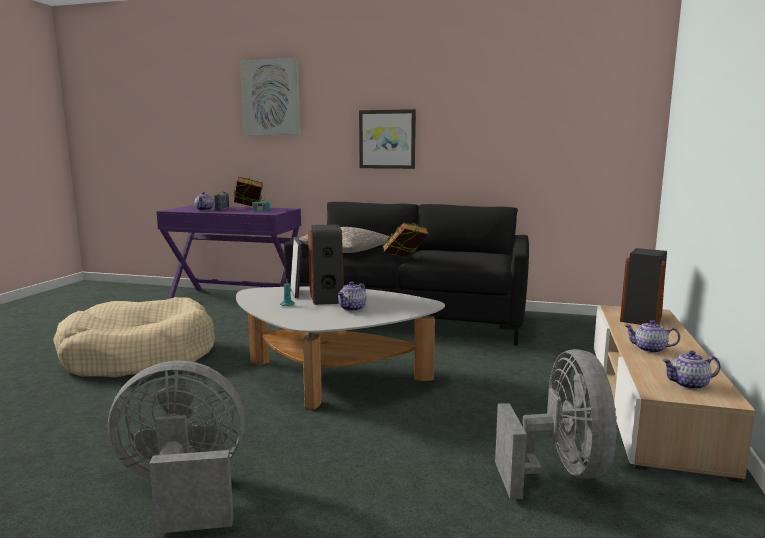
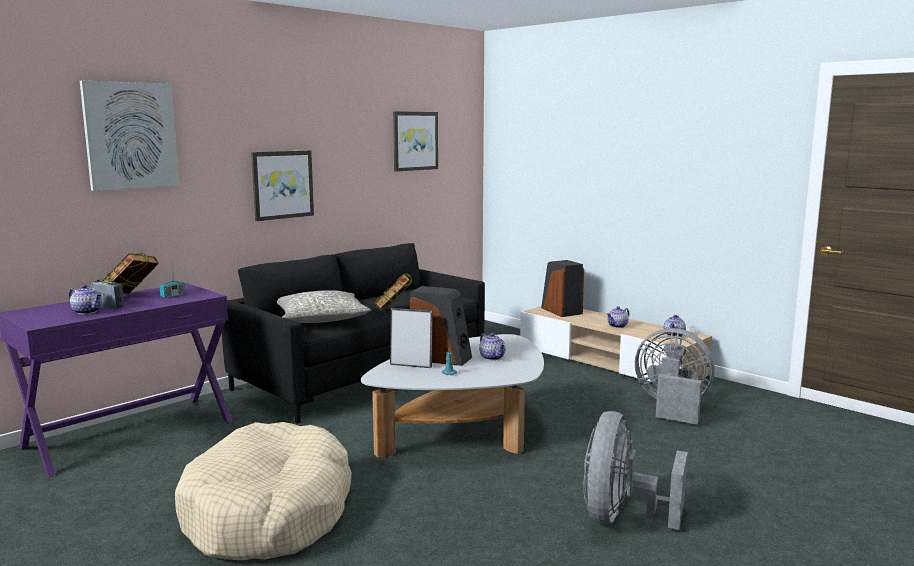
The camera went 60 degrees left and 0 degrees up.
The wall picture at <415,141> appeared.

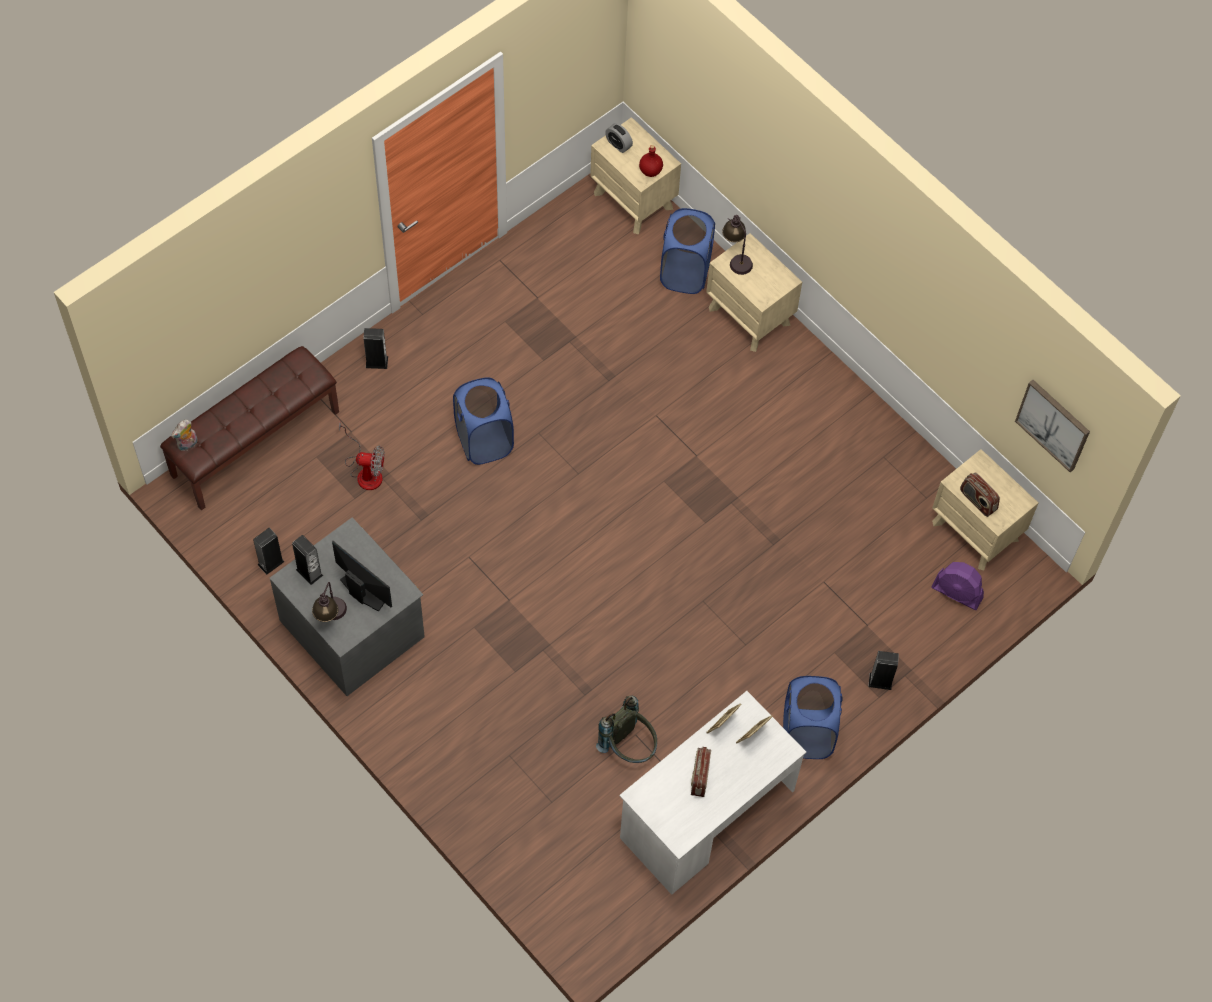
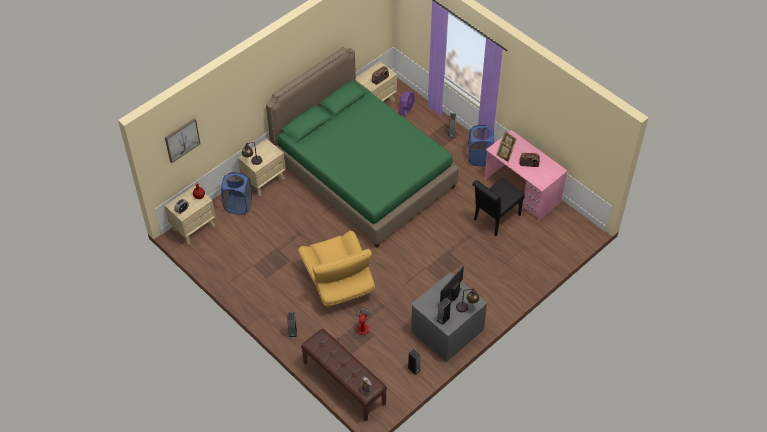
The camera went 90 degrees left and 10 degrees down.
The bluish washing basket at <484,441> was replaced by the yellow lounge chair at <338,282>.
The grey backpack at <629,747> was replaced by the black chair at <494,219>.
The white desk at <707,814> became the pinkish desk at <522,191>.
The wall picture moved from <1053,424> to <182,140>.
The green bed at <363,174> appeared.

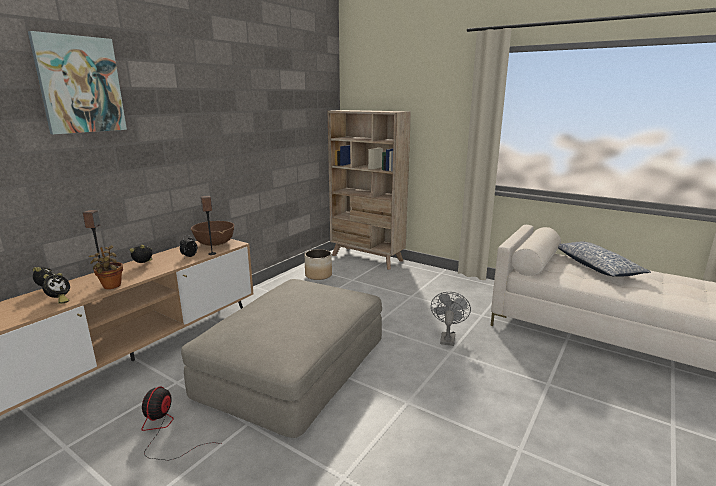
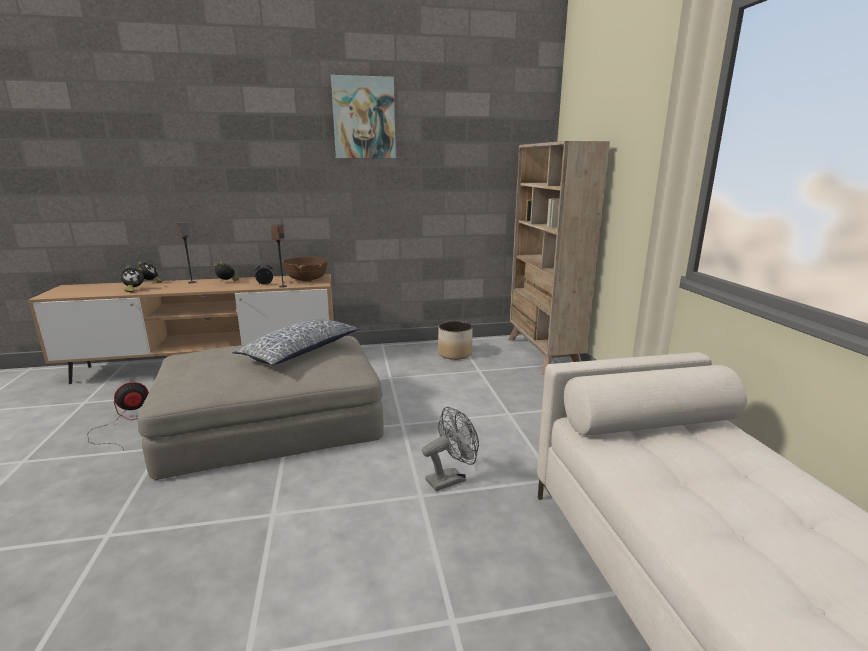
The camera went 45 degrees right and 0 degrees up.
The wall picture moved from <80,85> to <364,118>.
The potted plant at <111,286> disappeared.
The cushion moved from <596,267> to <301,352>.

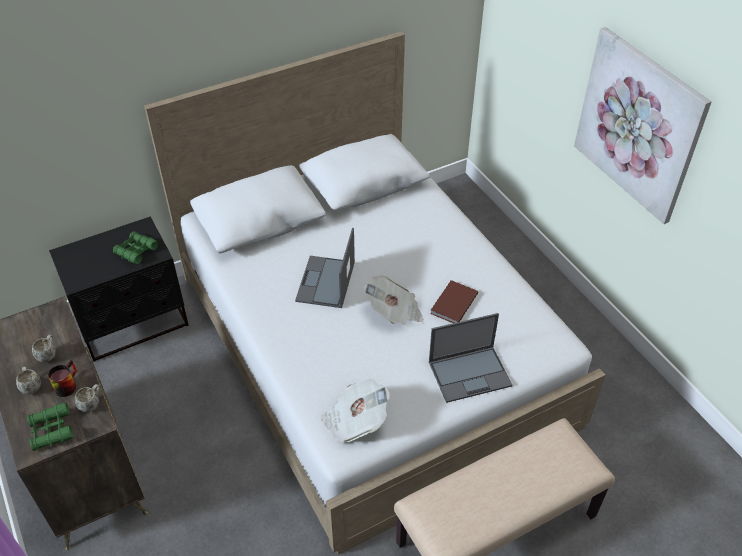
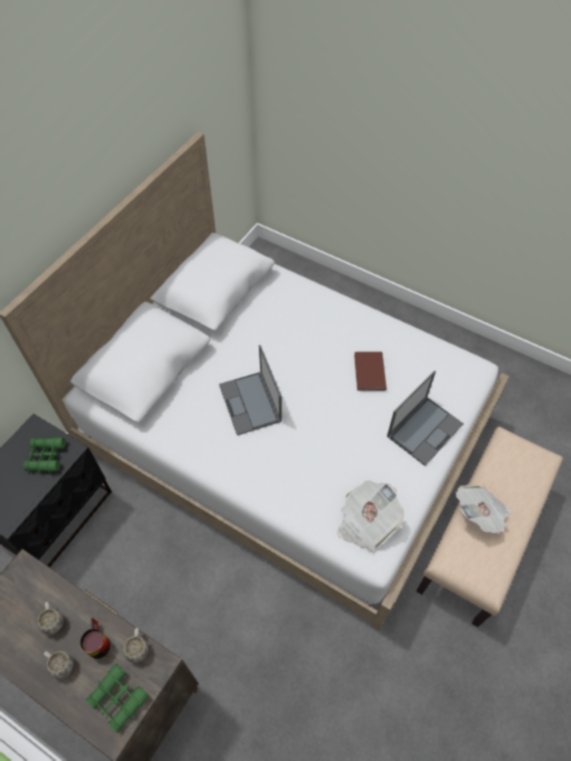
The camera went 30 degrees left and 10 degrees up.
The daily paper moved from <394,312> to <480,514>.
The wall picture at <638,125> disappeared.

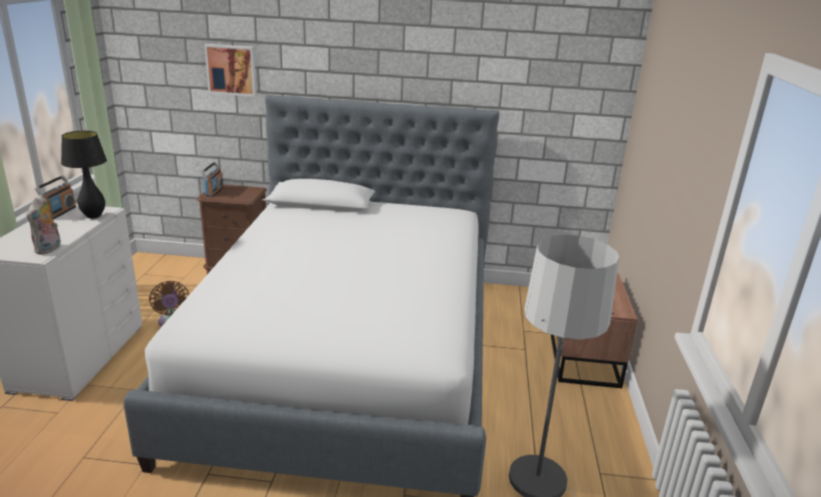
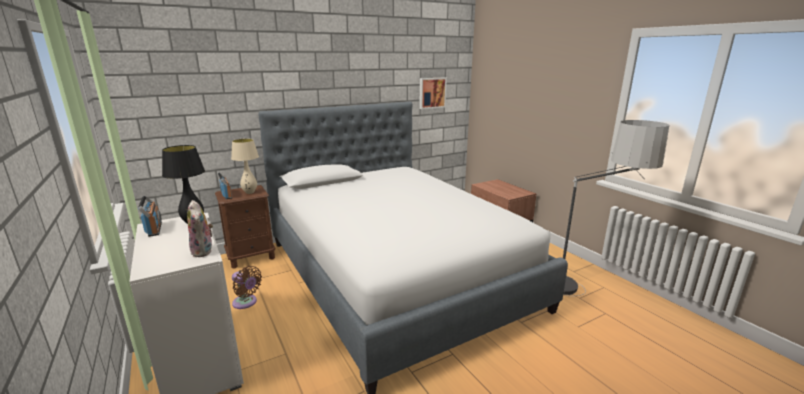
The camera went 35 degrees left and 5 degrees down.
The wall picture moved from <232,69> to <432,93>.
The beige lamp for a table at <250,192> appeared.

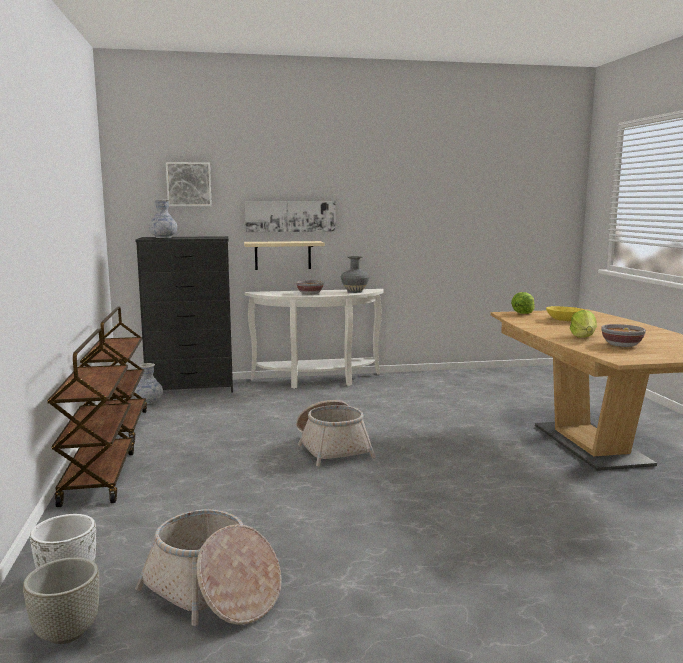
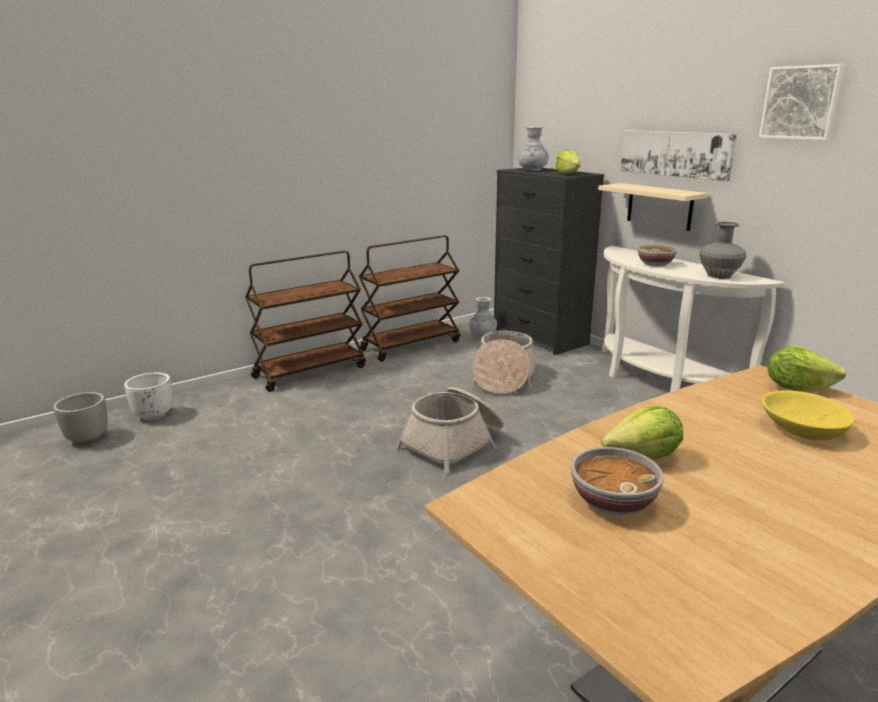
The camera went 65 degrees right and 10 degrees up.
The storage basket moved from <213,592> to <503,378>.
The wall picture moved from <189,184> to <801,102>.
The lettuce head at <568,173> appeared.

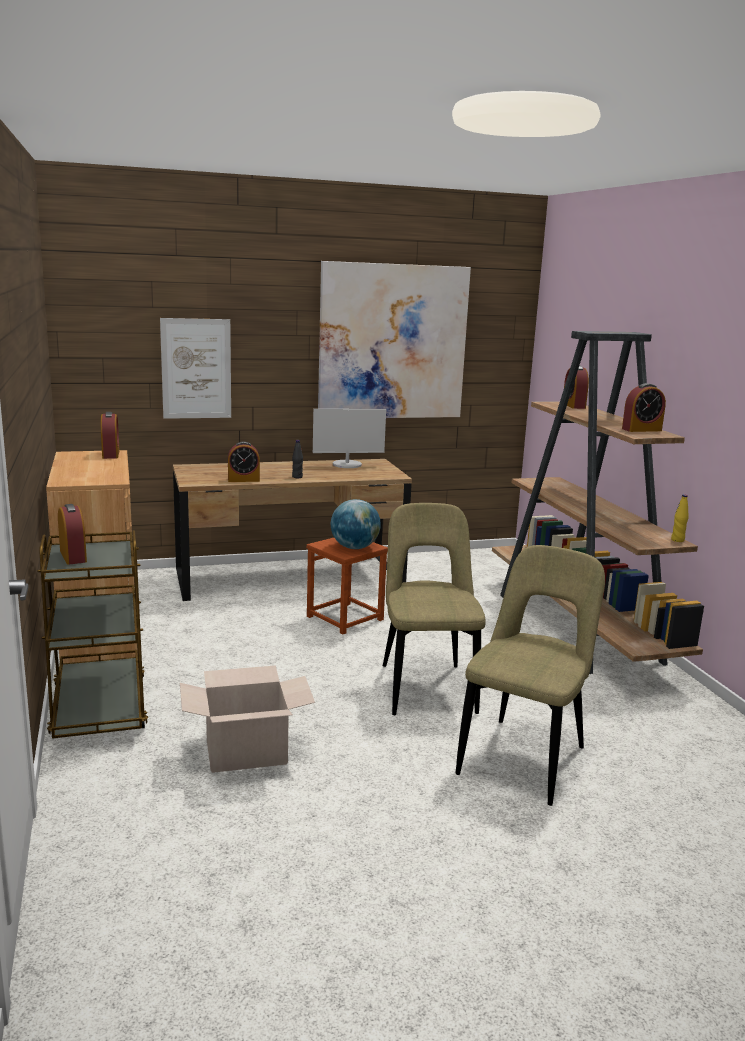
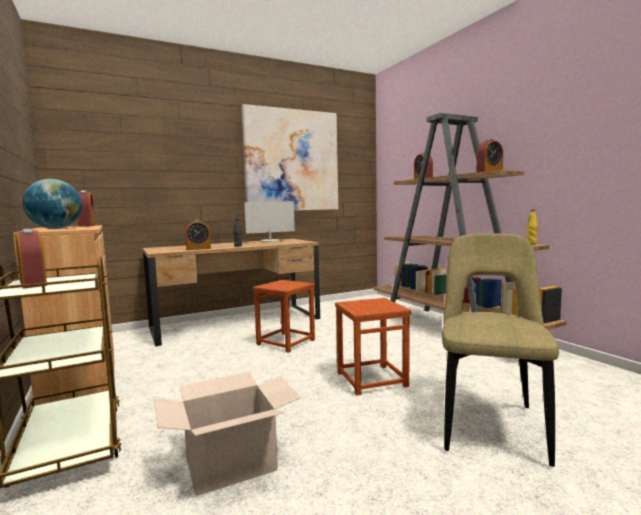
The camera went 10 degrees left and 10 degrees down.
The wall picture at <196,369> disappeared.
The globe moved from <354,547> to <56,229>.
The beige chair at <426,686> was replaced by the brown-coloured stool seat at <371,379>.

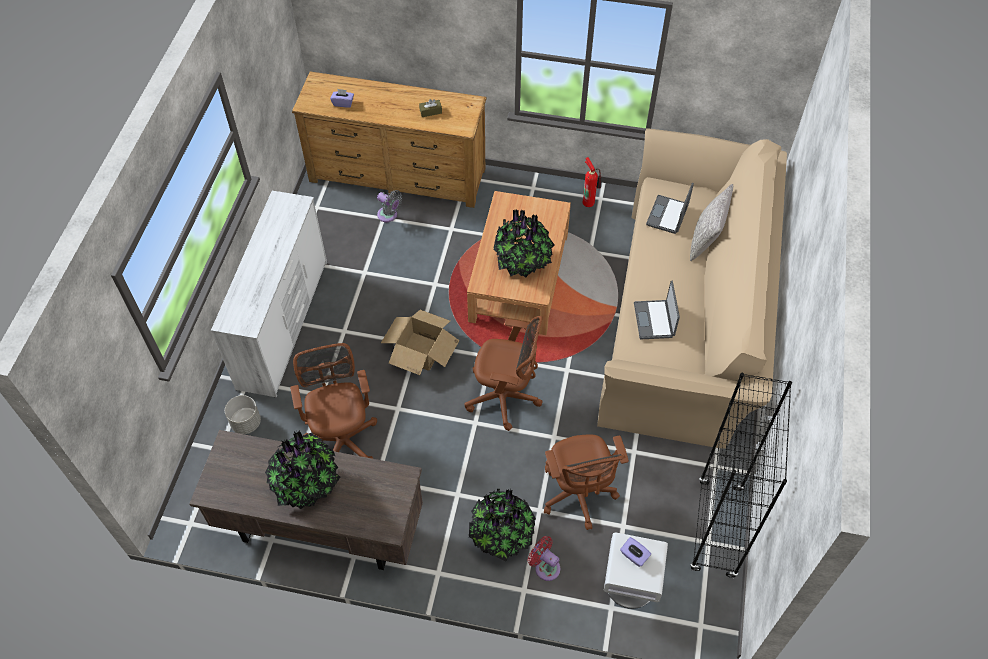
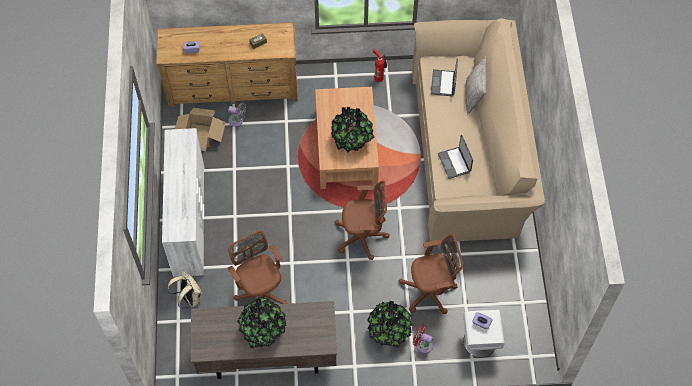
The camera went 15 degrees left and 5 degrees up.
The grey plant pot at <246,423> was replaced by the beige backpack at <189,298>.
The cardboard box moved from <421,351> to <201,135>.
The brown-coloured computer chair at <578,495> turned 75 degrees counterclockwise.
The black bookshelf at <716,529> disappeared.

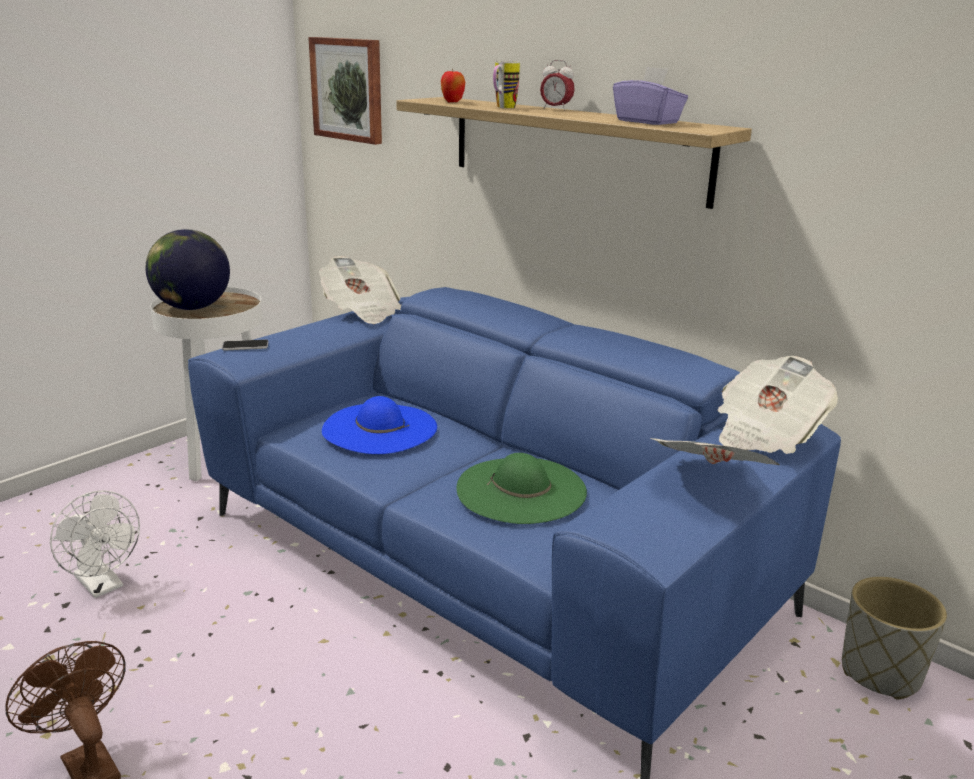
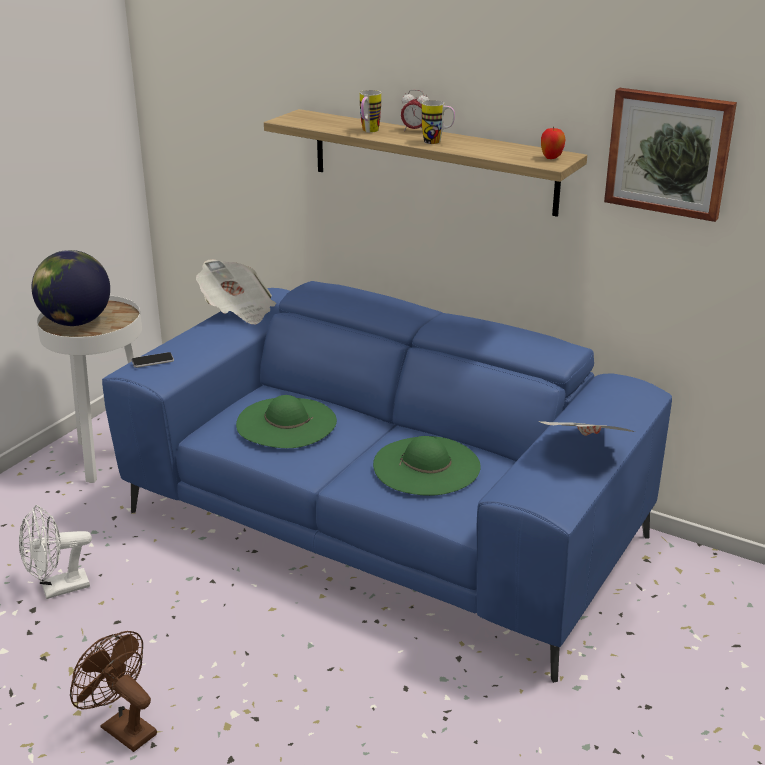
The camera went 10 degrees left and 5 degrees up.
The white electric fan at <103,585> turned 120 degrees clockwise.
The wall picture moved from <348,89> to <669,153>.
The bluish clothing hat at <379,428> became the green clothing hat at <286,422>.
The whole apple moved from <452,102> to <551,158>.
The purple-coloured box of tissues at <648,122> disappeared.
The daily paper at <766,433> disappeared.
The grey plant pot at <881,673> disappeared.
The mug at <437,142> appeared.

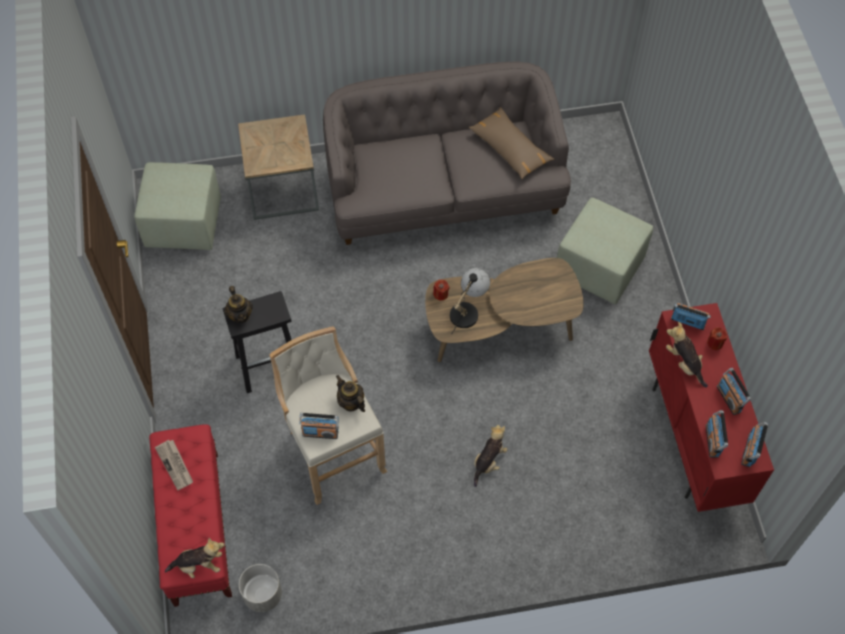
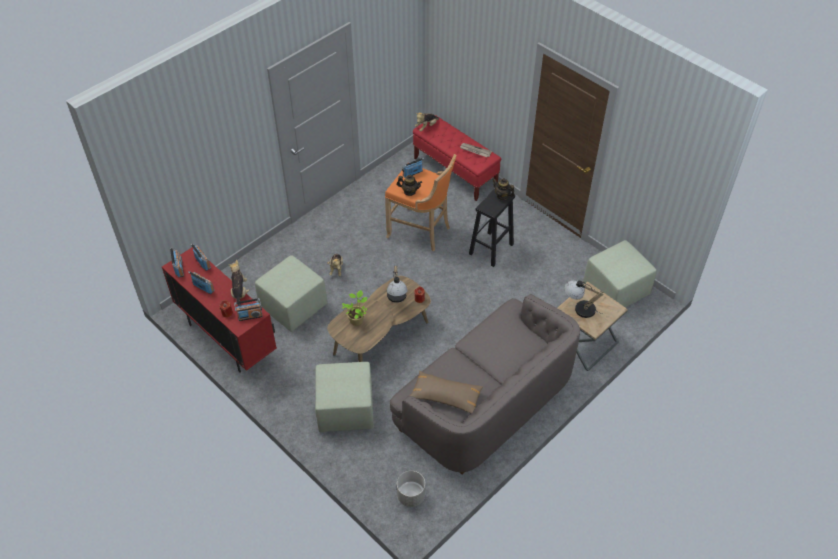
The camera went 145 degrees right and 10 degrees down.
The grey plant pot moved from <263,595> to <411,495>.
The beige stool seat at <333,450> became the orangey stool seat at <421,231>.
The soft toy at <684,363> turned 120 degrees counterclockwise.
The green footrest at <293,306> appeared.
The potted plant at <356,319> appeared.
The lamp for a table at <579,308> appeared.

